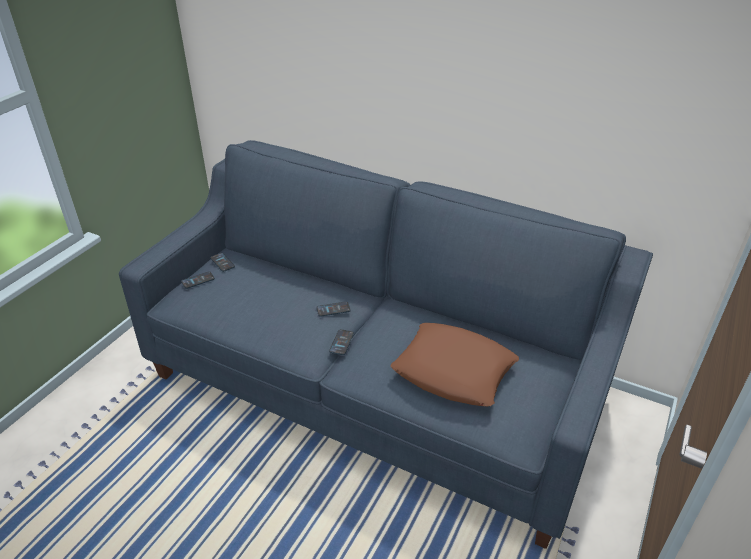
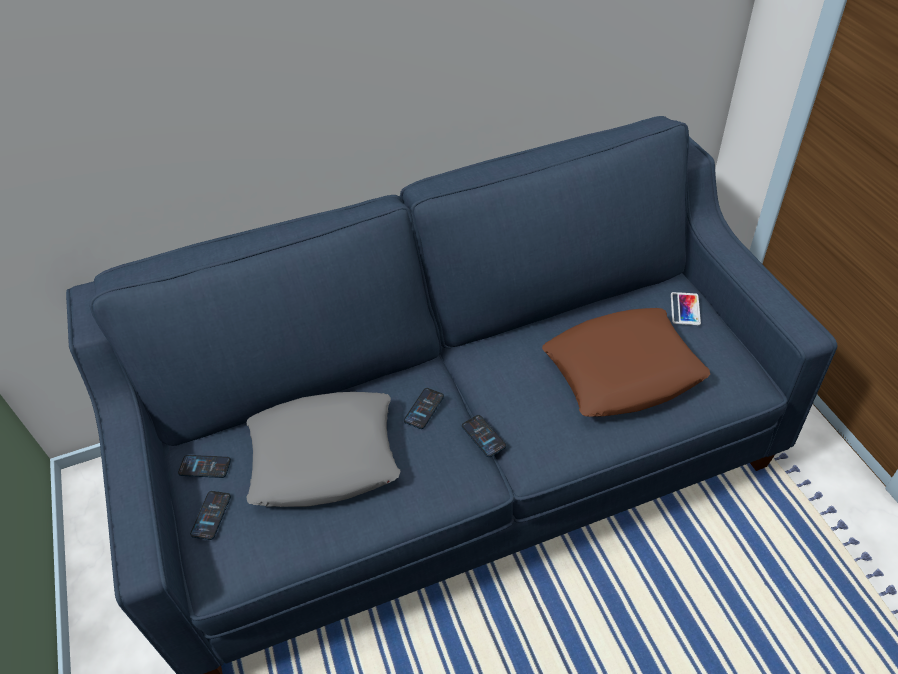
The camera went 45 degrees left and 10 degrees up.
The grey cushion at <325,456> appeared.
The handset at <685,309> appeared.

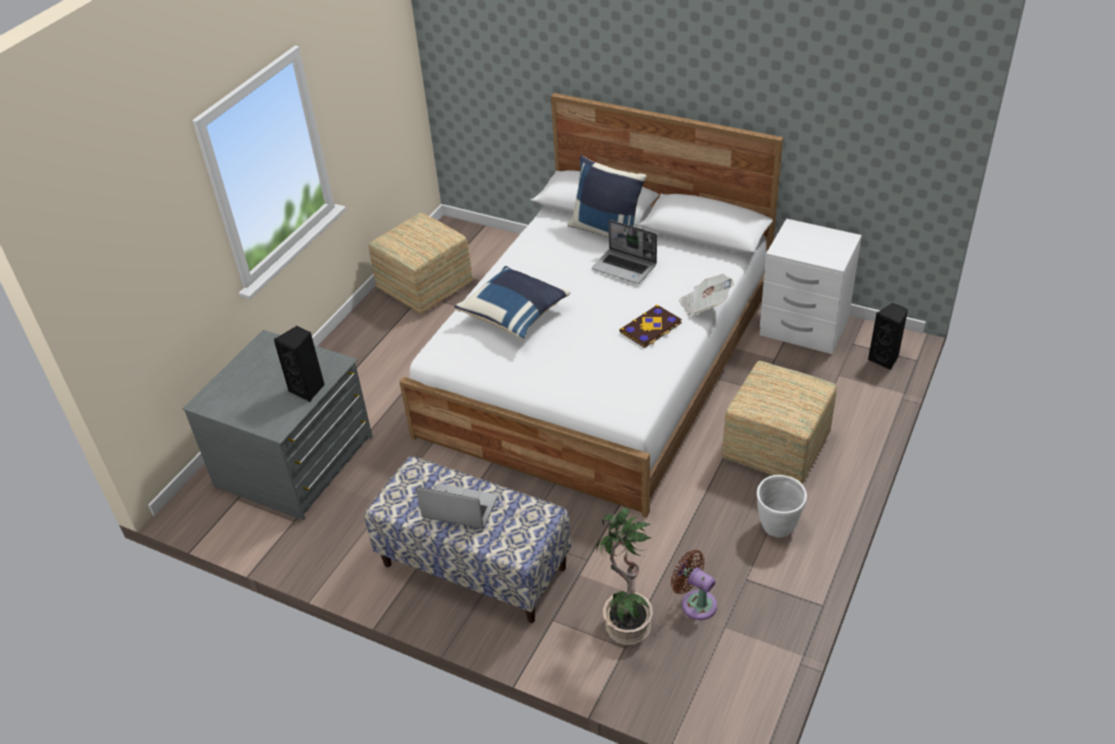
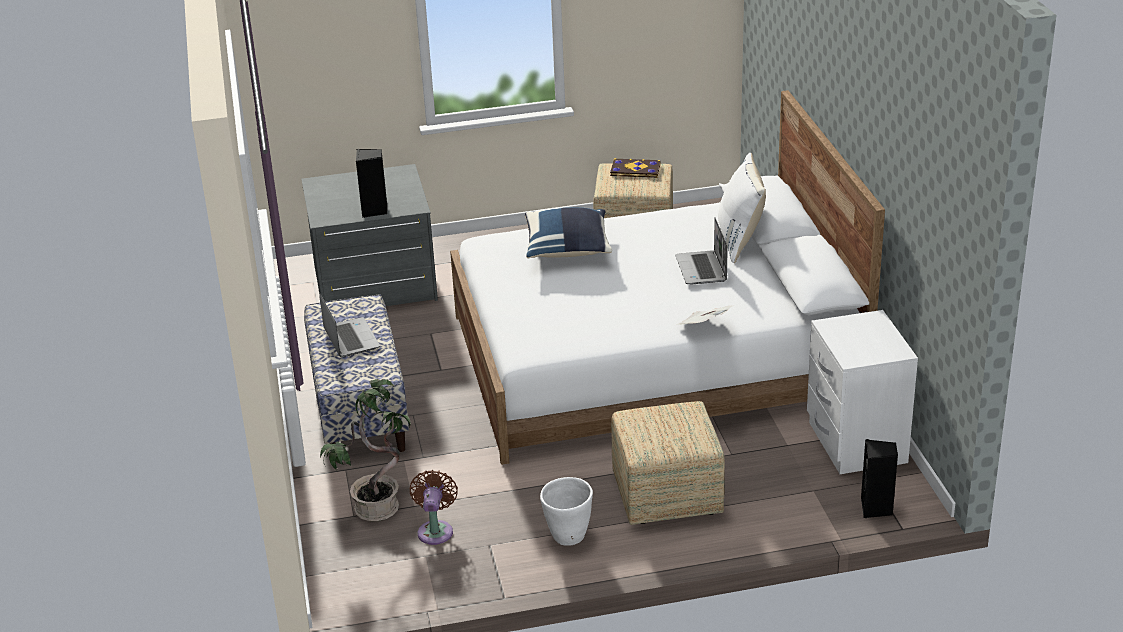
The camera went 50 degrees right and 10 degrees down.
The bluish cushion at <607,231> became the white cushion at <741,241>.
The volume moved from <651,328> to <635,170>.

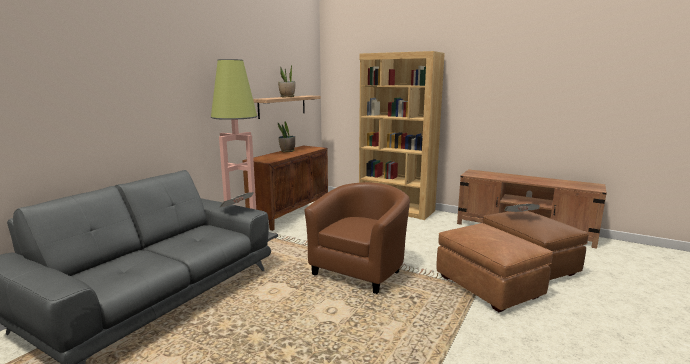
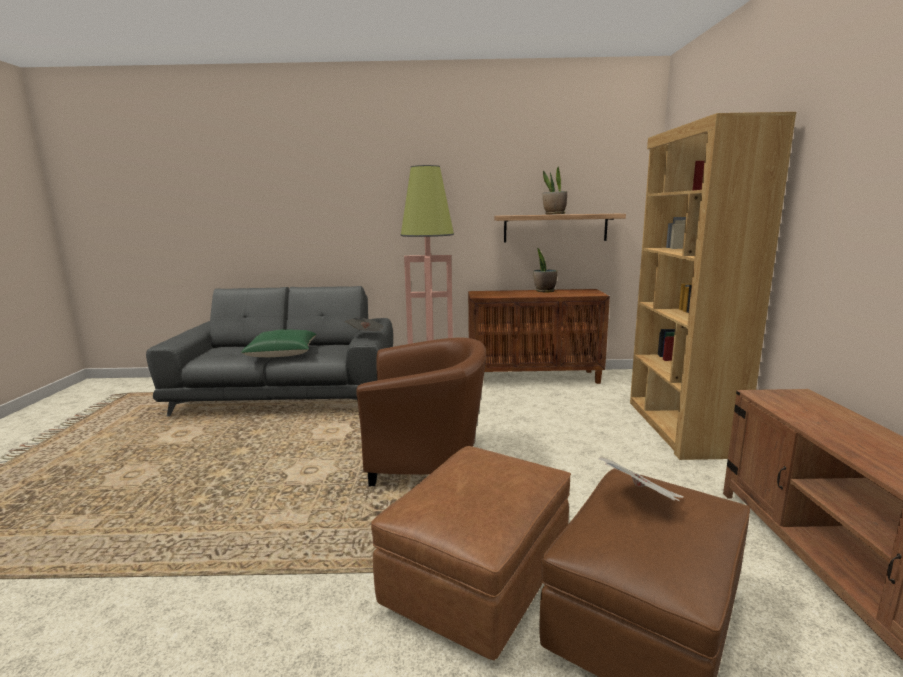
The camera went 60 degrees right and 0 degrees up.
The green cushion at <282,353> appeared.

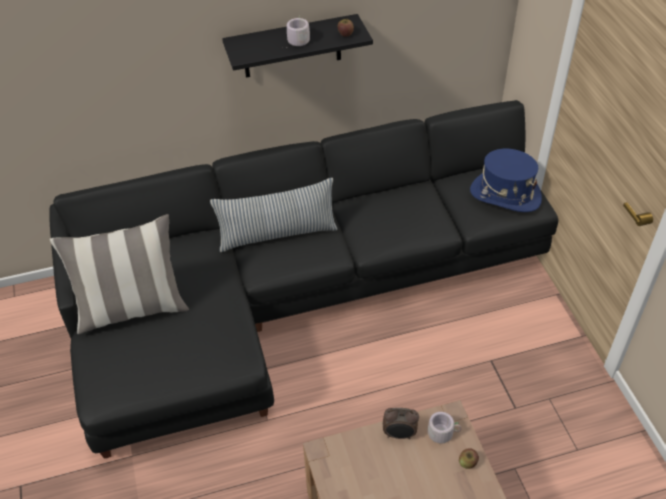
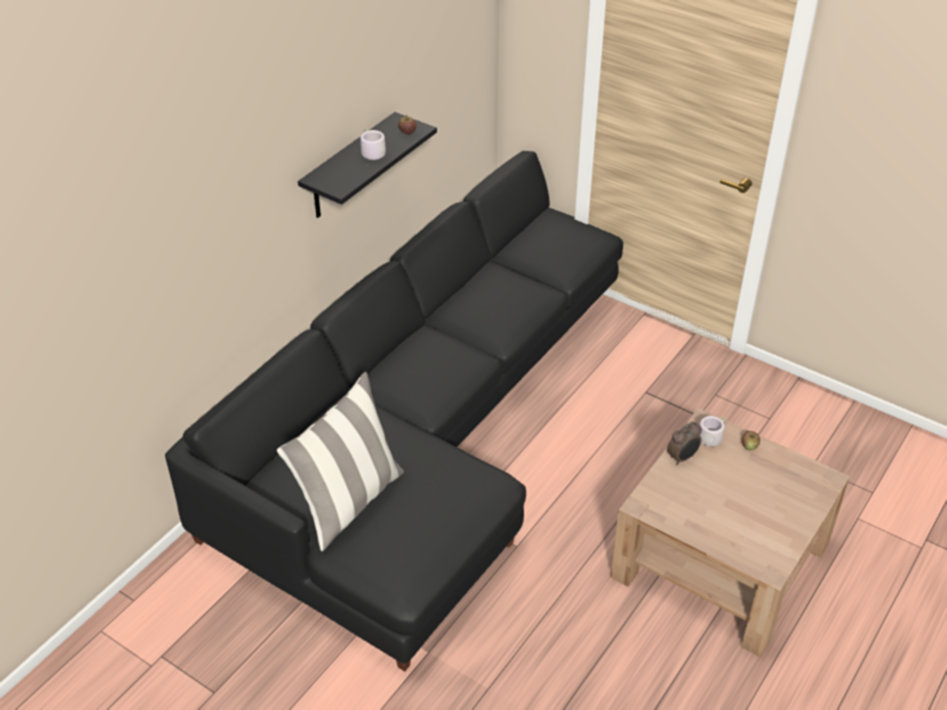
The camera went 40 degrees left and 5 degrees down.
The cushion at <277,234> disappeared.
The bluish clothing hat at <505,195> disappeared.

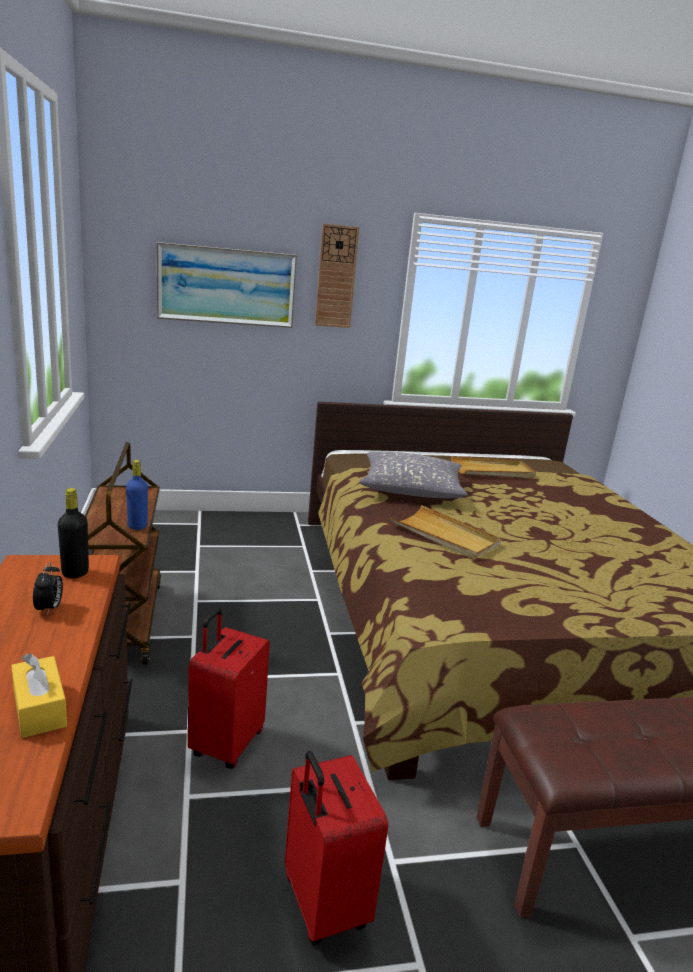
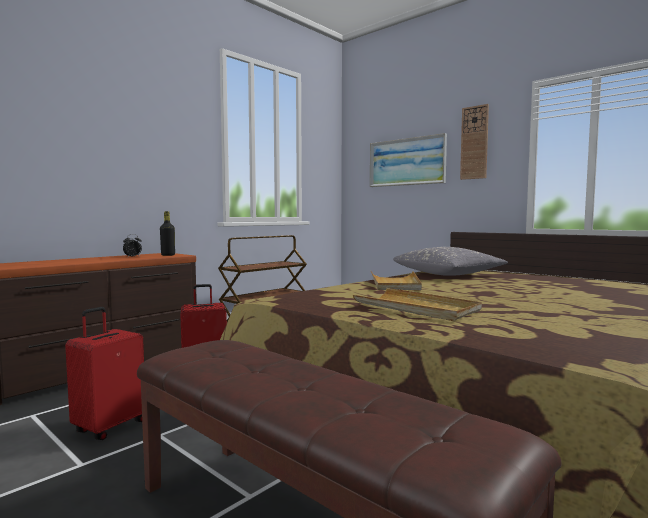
The camera went 55 degrees right and 15 degrees down.
The yellow box of tissues at <39,708> disappeared.
The bluish beverage bottle at <137,526> disappeared.
The beige carrying tray moved from <492,471> to <416,308>.

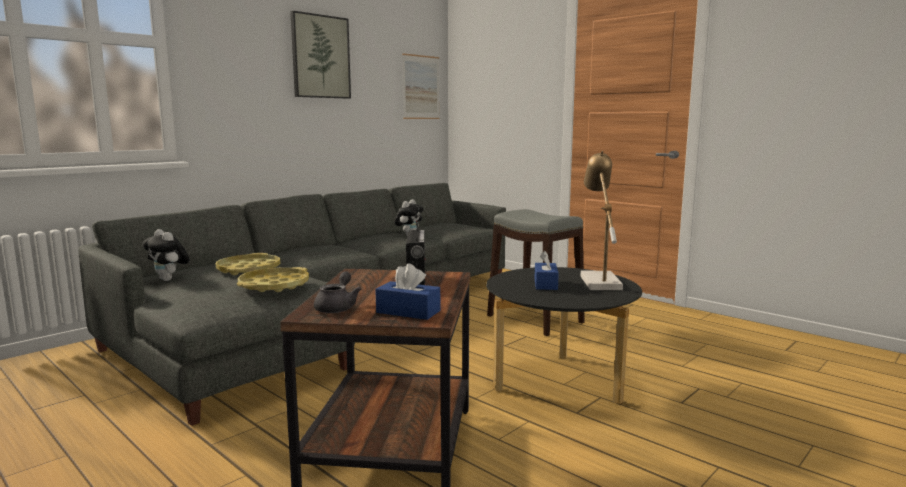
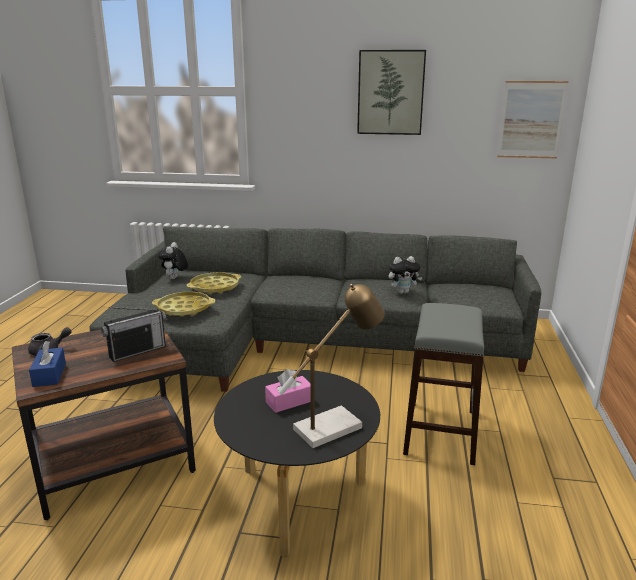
The camera went 55 degrees right and 10 degrees up.
The bluish box of tissues at <545,284> became the pinkish box of tissues at <289,401>.

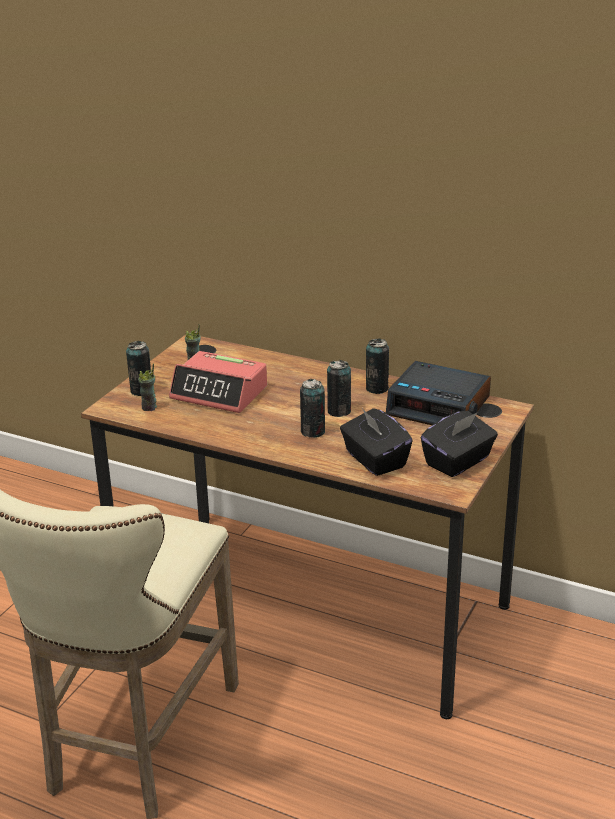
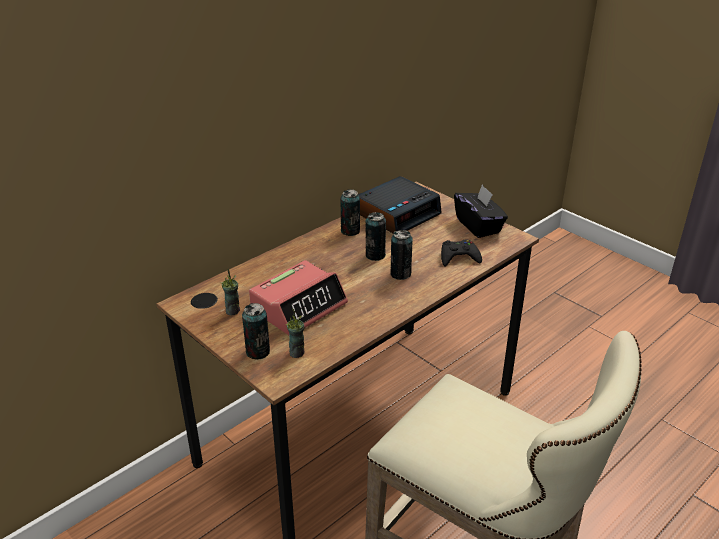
The camera went 70 degrees left and 5 degrees up.
The black box of tissues at <374,460> was replaced by the black joypad at <459,257>.

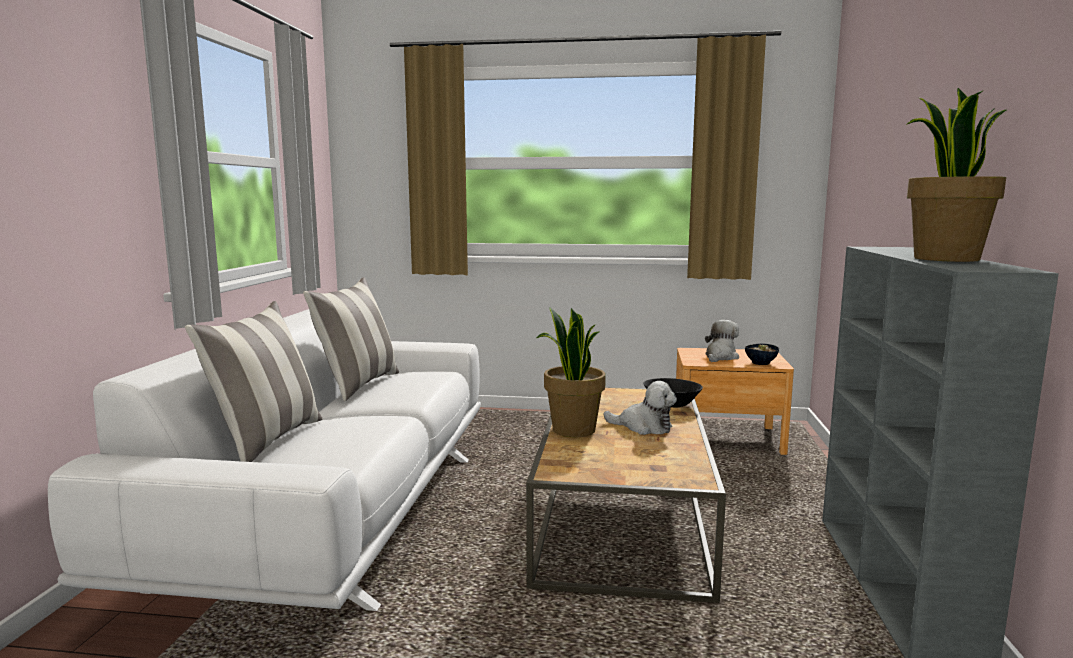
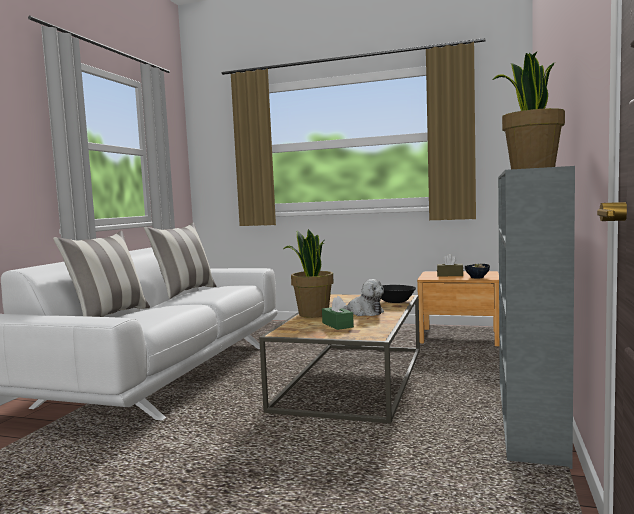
The camera went 10 degrees right and 5 degrees down.
The soft toy at <720,357> was replaced by the brown-coloured box of tissues at <450,275>.
The green box of tissues at <337,325> appeared.

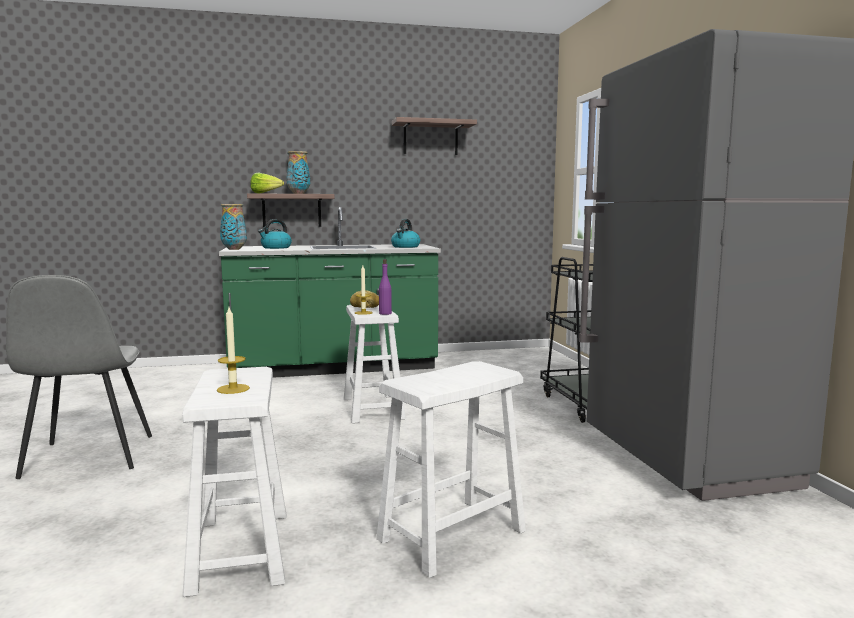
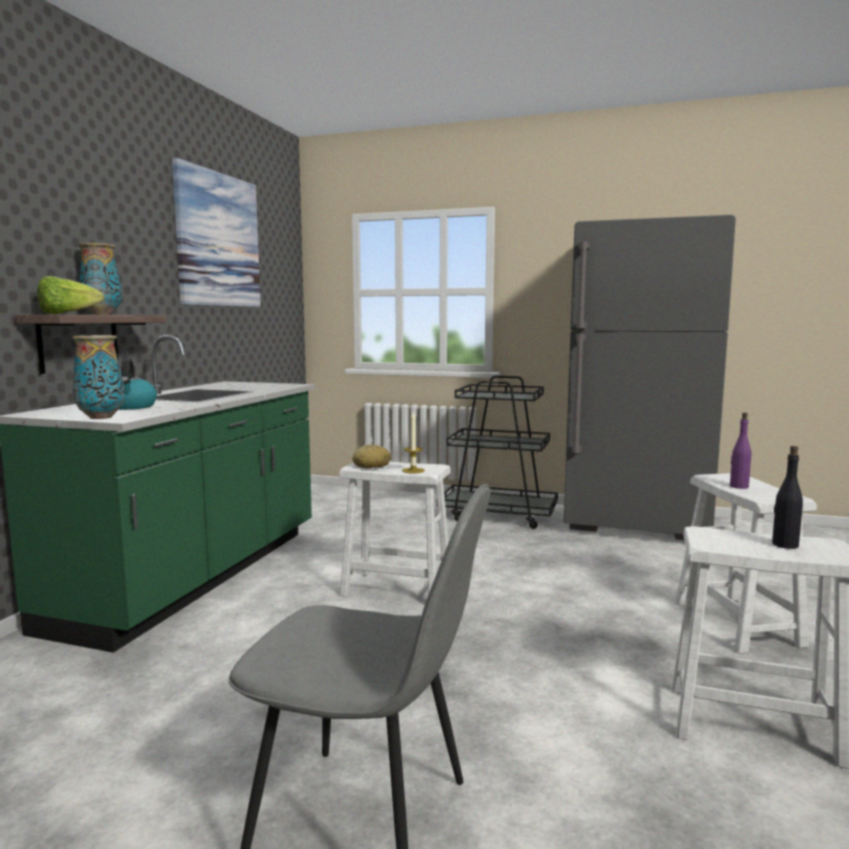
The camera went 60 degrees left and 0 degrees up.
The wax candle at <233,389> was replaced by the black beverage bottle at <784,545>.
The purple-coloured beverage bottle moved from <385,313> to <738,486>.
The tea kettle at <405,247> disappeared.
The wall shelf at <430,138> was replaced by the wall picture at <218,240>.

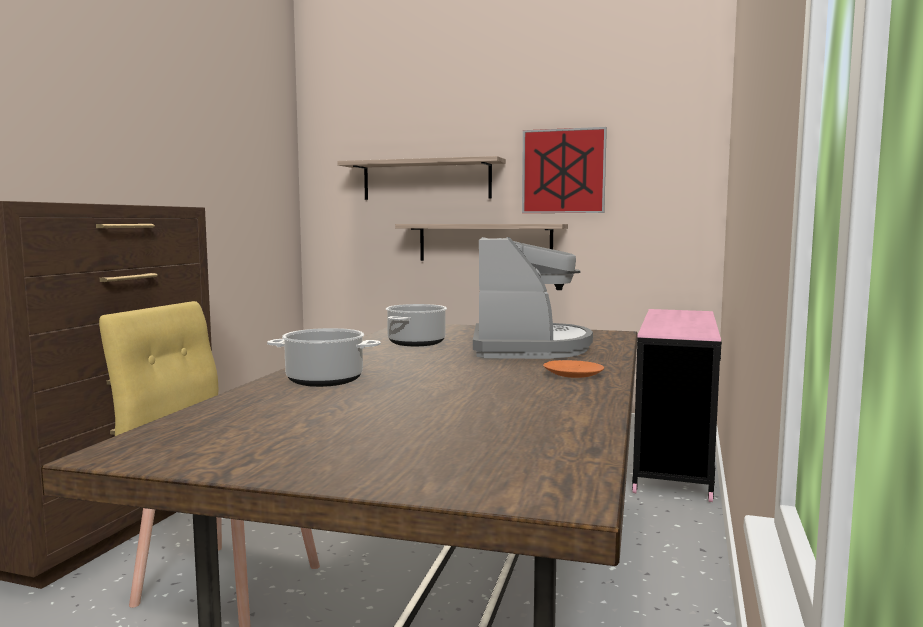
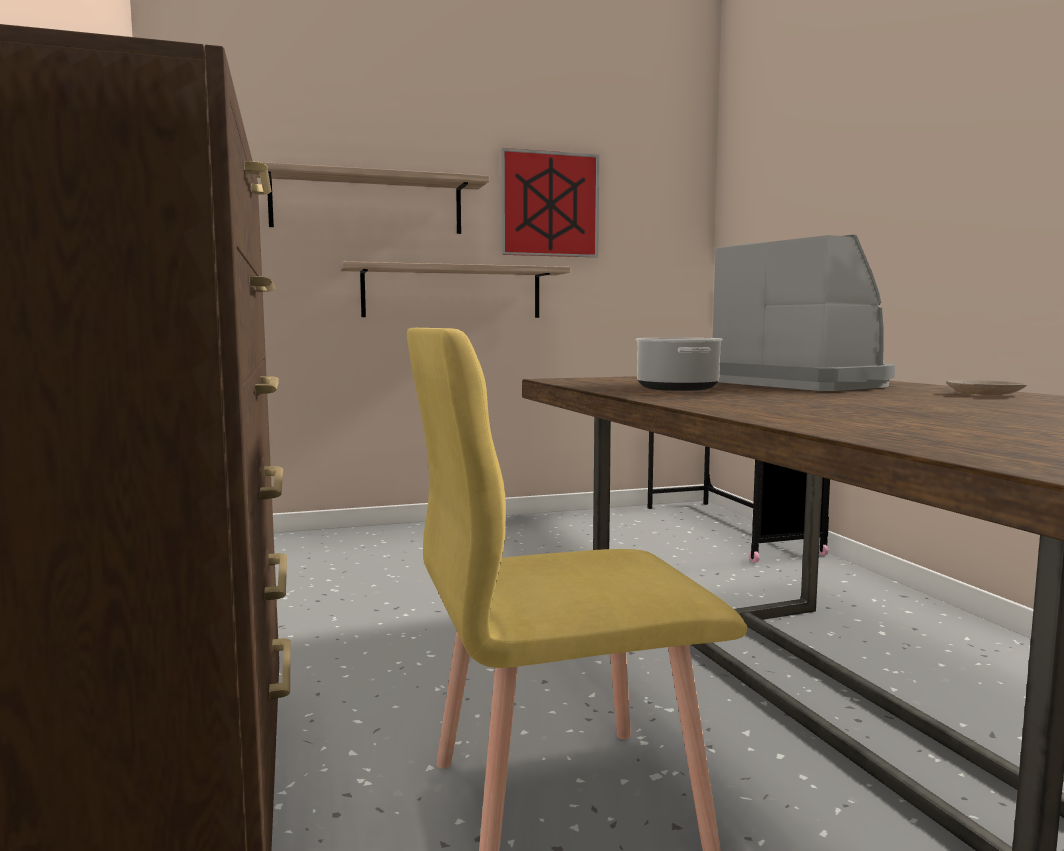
The camera went 35 degrees left and 0 degrees up.
The cooking pot at <326,380> disappeared.
The orangey flat dish at <572,375> became the beige flat dish at <983,394>.

